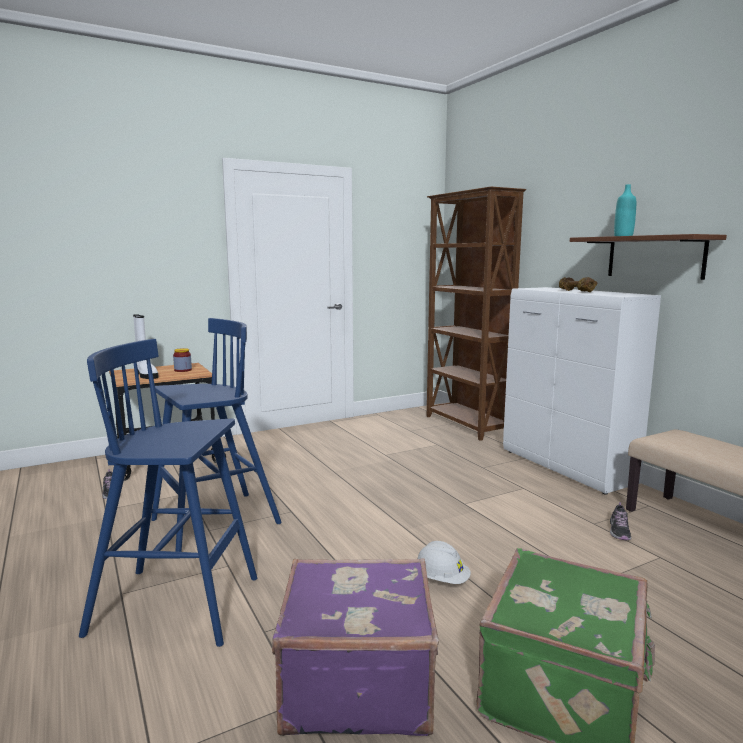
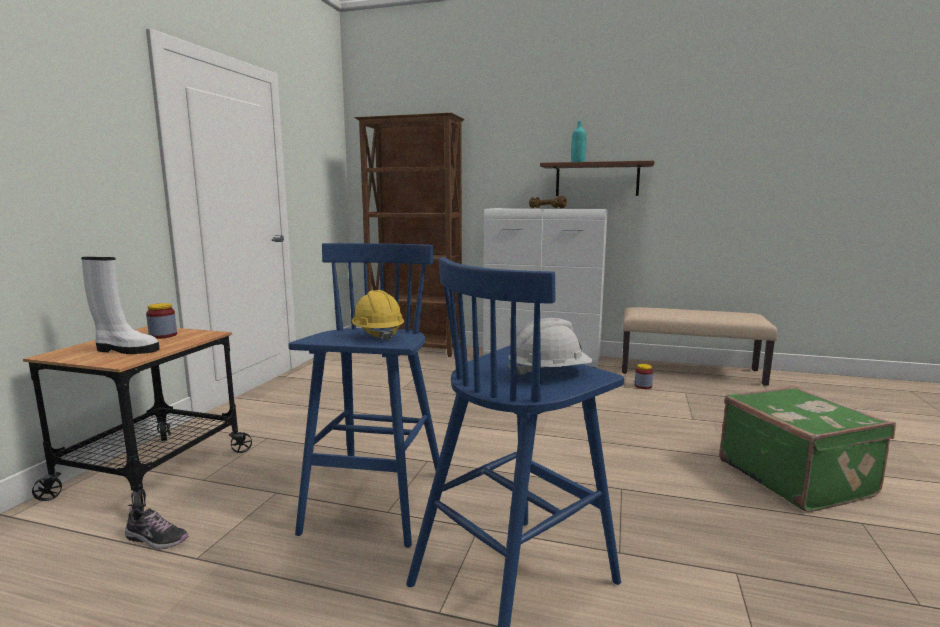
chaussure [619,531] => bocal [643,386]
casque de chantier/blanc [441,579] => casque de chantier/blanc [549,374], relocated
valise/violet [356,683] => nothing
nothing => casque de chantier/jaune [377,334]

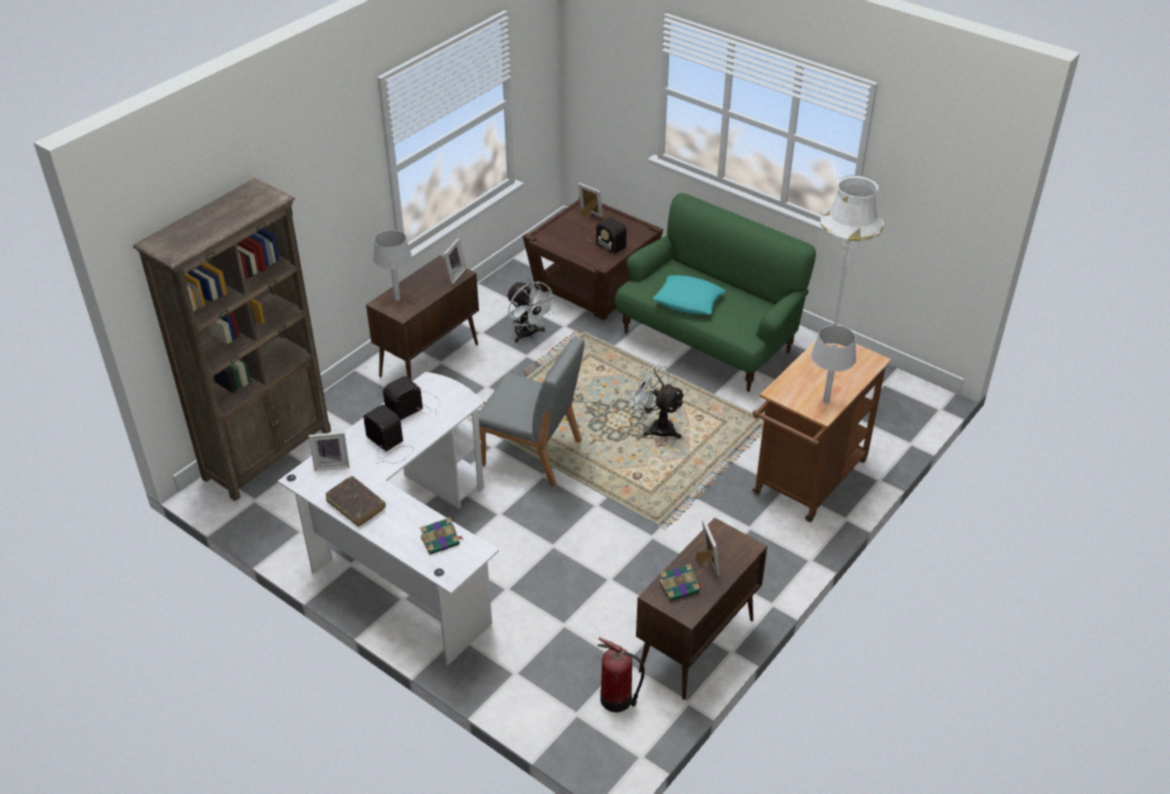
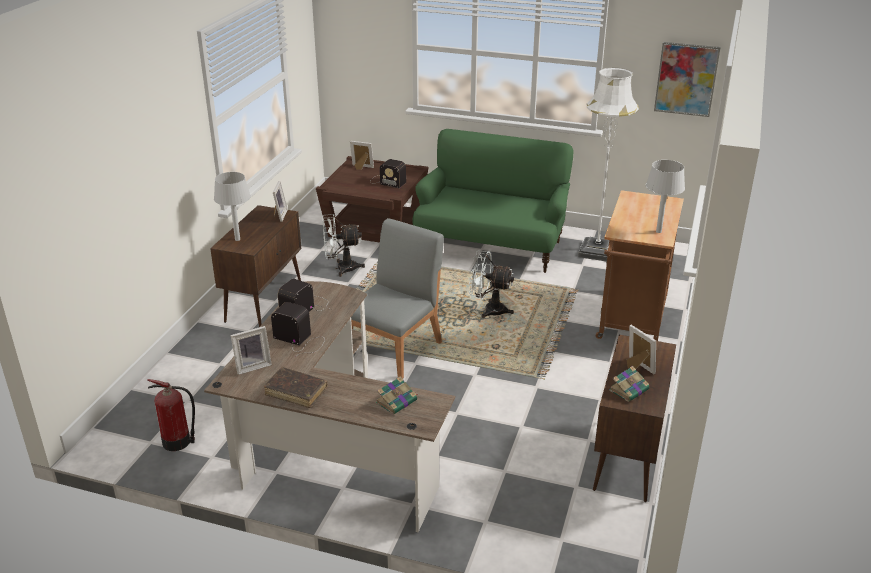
bibliothèque/marron [268,454] => nothing
coussin/turquoise [689,300] => nothing
ventilateur/blanc [528,335] => ventilateur/blanc [341,268], 135 degrees clockwise
chaise/gris [532,454] => chaise/gris [396,350], 60 degrees counterclockwise
bureau/blanc [406,552] => bureau/marron [325,449]
extincteur [618,700] => extincteur [178,442], relocated
nothing => tableau [686,79]

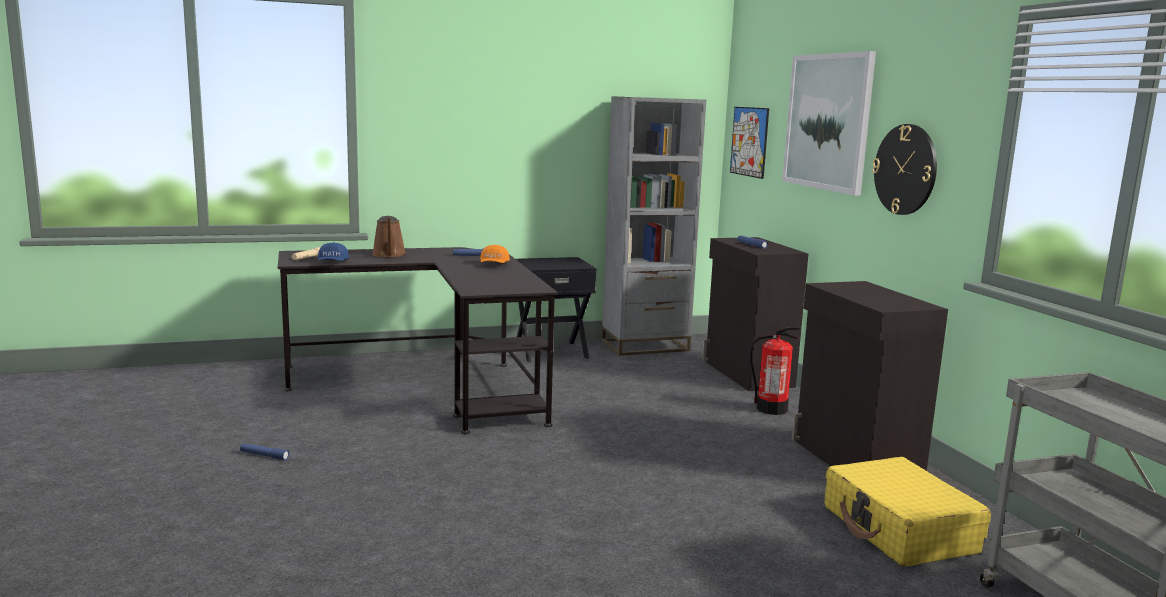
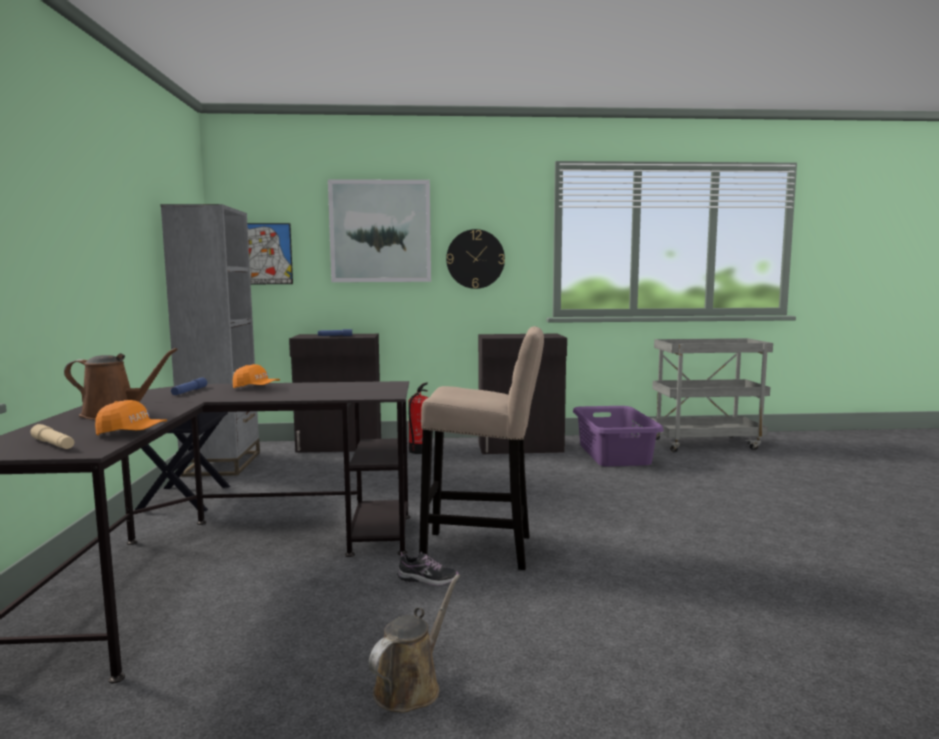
casquette/bleu [332,263] => casquette/orange [132,433]
lampe de poche/bleu [264,456] => arrosoir/marron [411,686]
valise/jaune [900,529] => panier à linge/violet [614,454]
nothing => tabouret/beige [484,550]
nothing => chaussure [427,579]

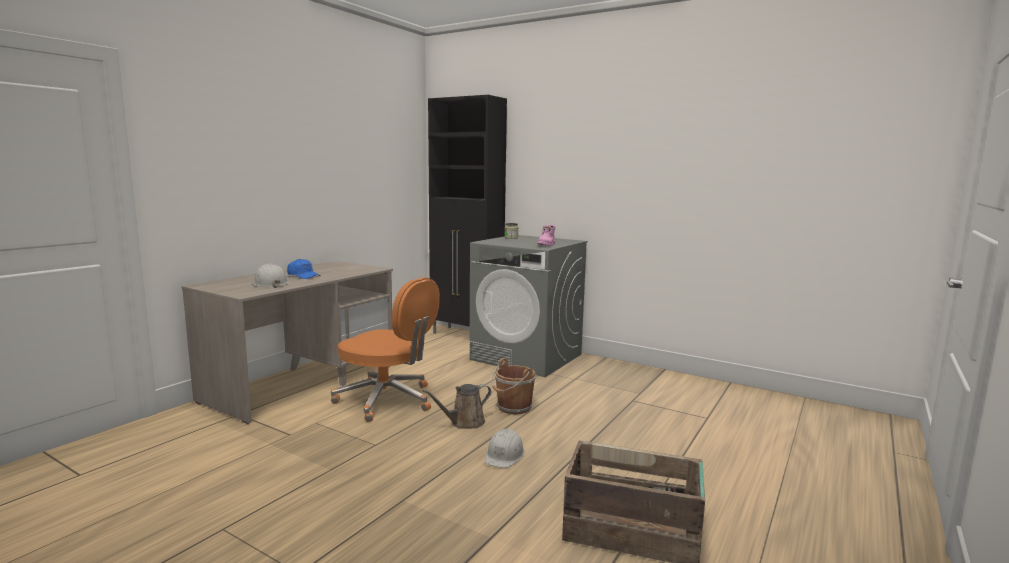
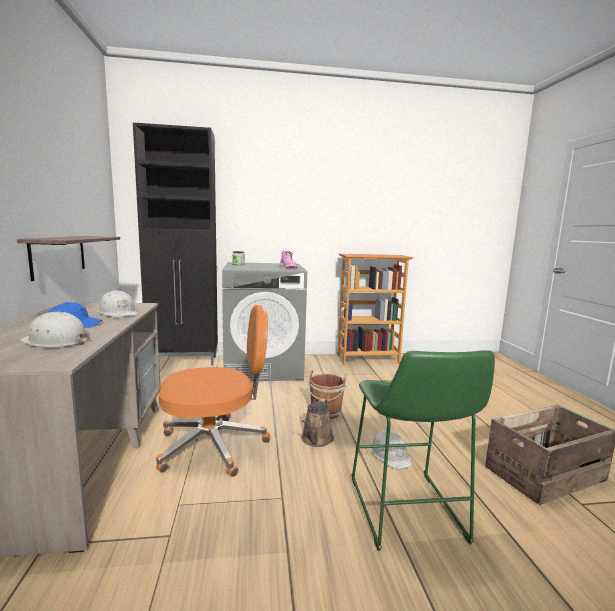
nothing => étagère [59,255]
nothing => bibliothèque [367,359]
nothing => casque de chantier/blanc [118,313]
nothing => tabouret/vert [407,514]

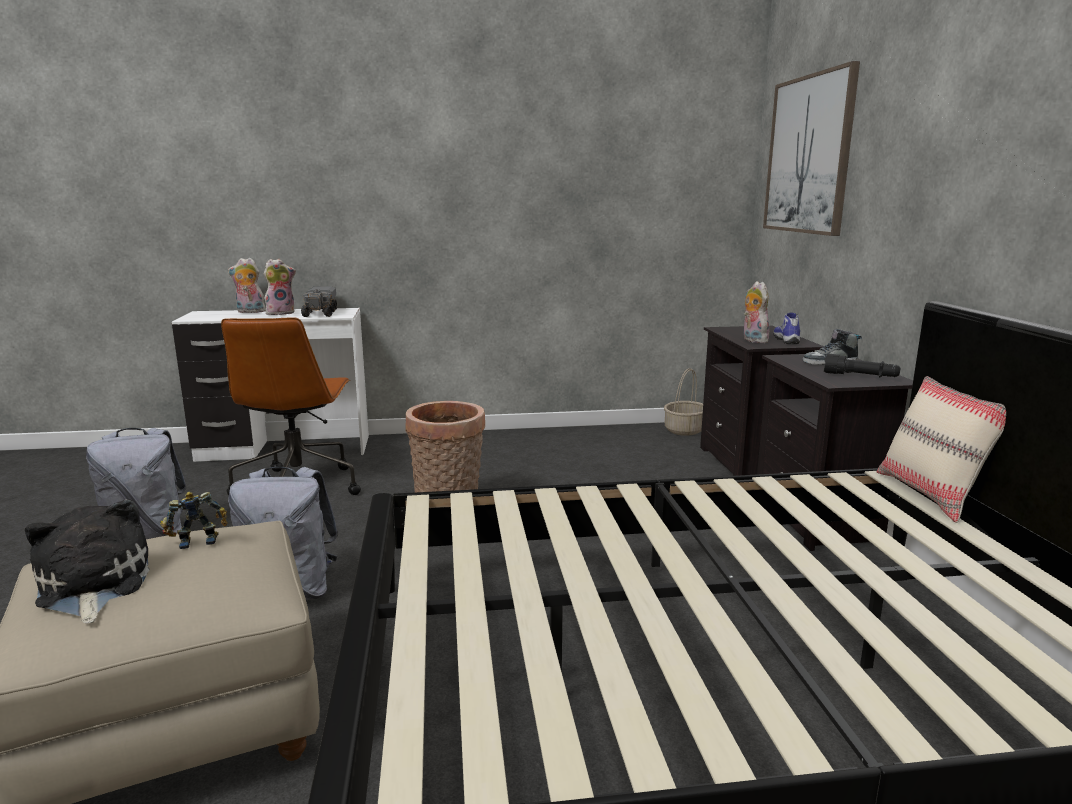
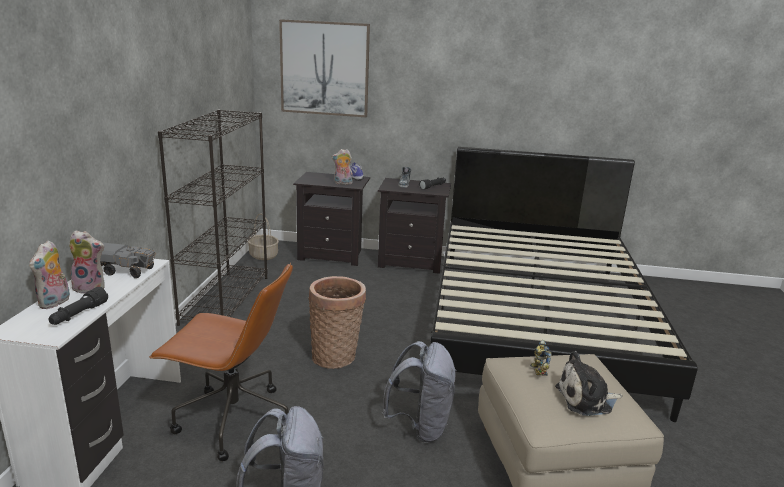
peluche [281,313] => peluche [91,287], 105 degrees clockwise
coussin/beige [932,495] => nothing
nothing => bibliothèque/noir [225,299]
nothing => lampe de poche/noir [78,315]

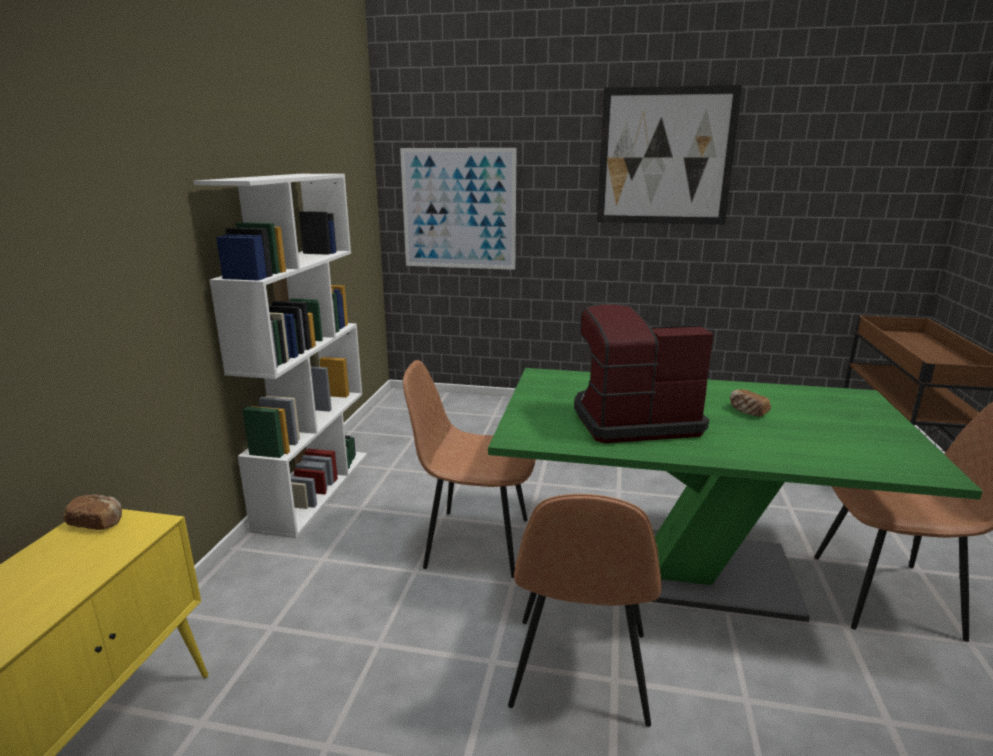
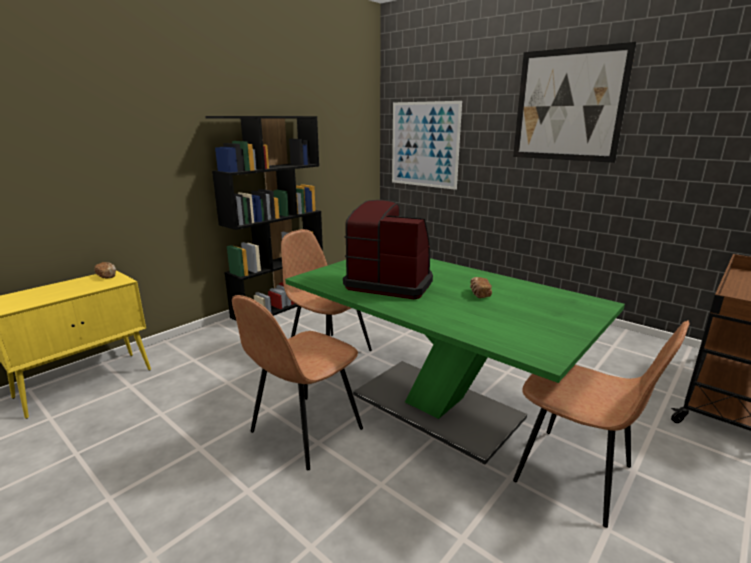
bibliothèque/blanc [314,489] => bibliothèque/noir [280,306]

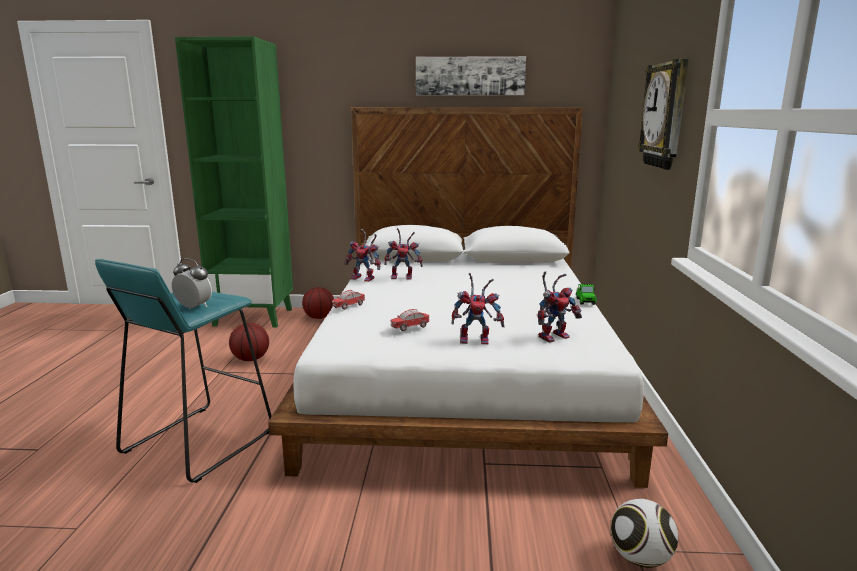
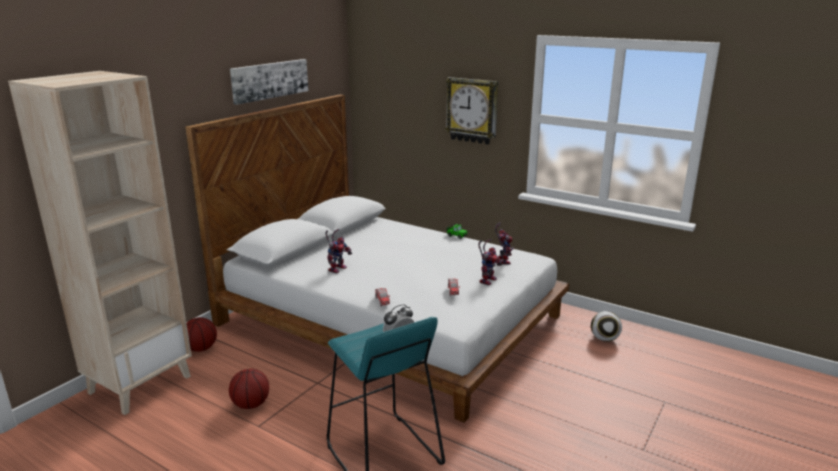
bibliothèque/vert [254,317] => bibliothèque/beige [140,384]
robot jouet [365,278] => nothing

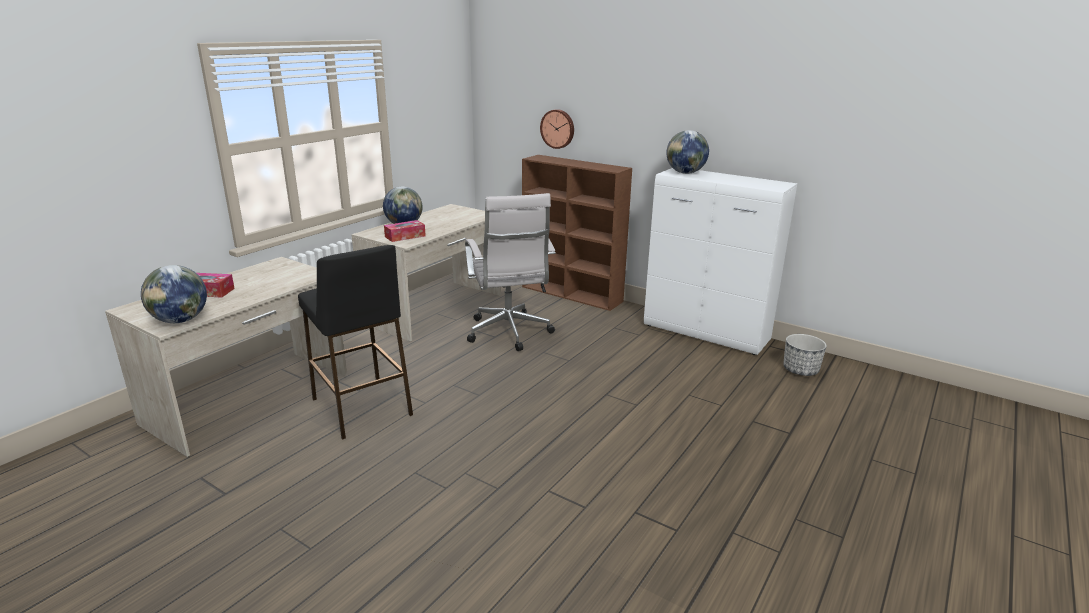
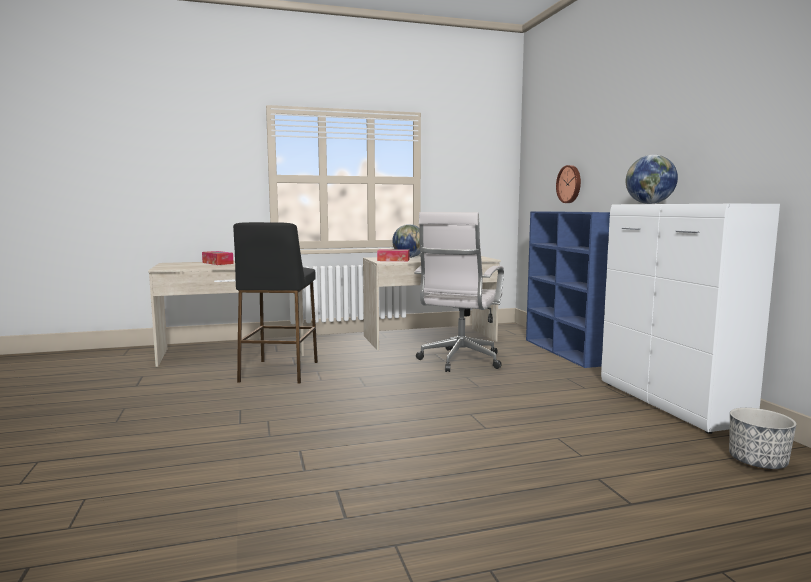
bibliothèque/marron [572,294] => bibliothèque/bleu [566,352]
globe [180,320] => nothing

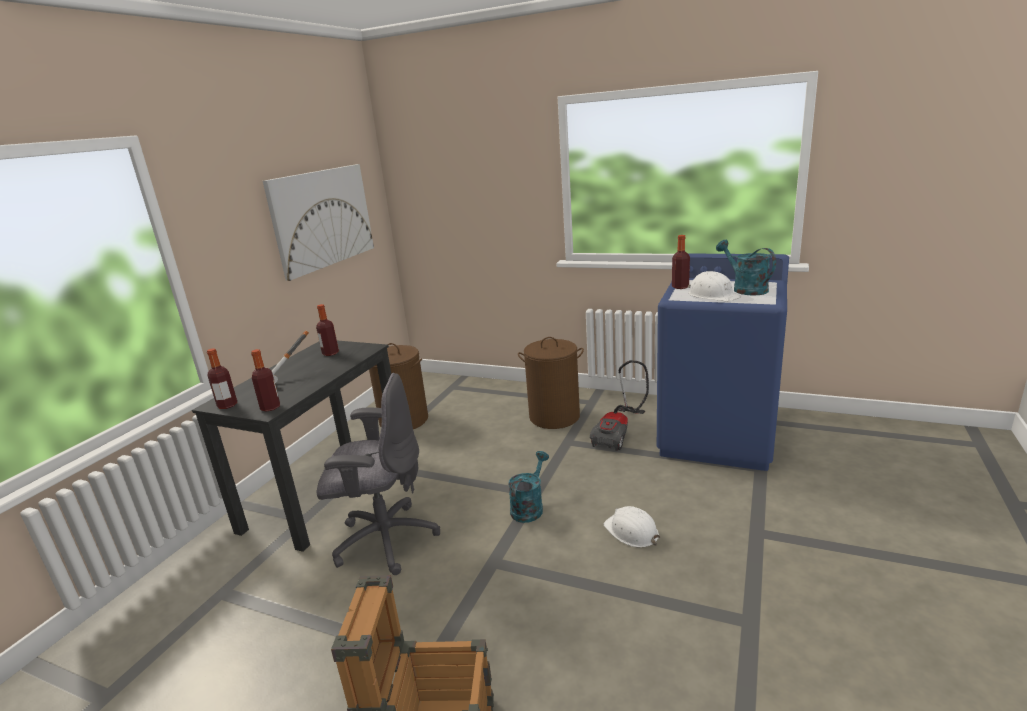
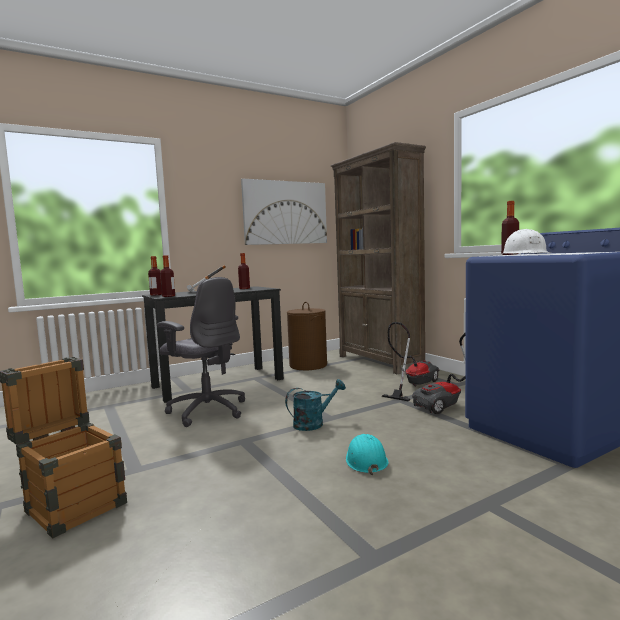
arrosoir/turquoise [745,289] => nothing
panier à linge/marron [555,417] => aspirateur [412,385]
casque de chantier/blanc [631,532] => casque de chantier/turquoise [365,460]
nothing => bibliothèque/marron [380,362]

